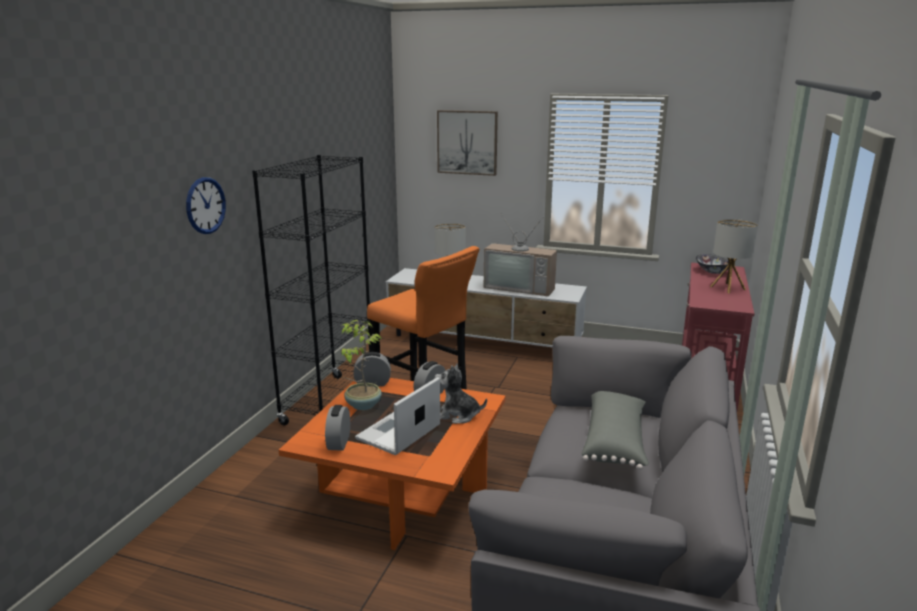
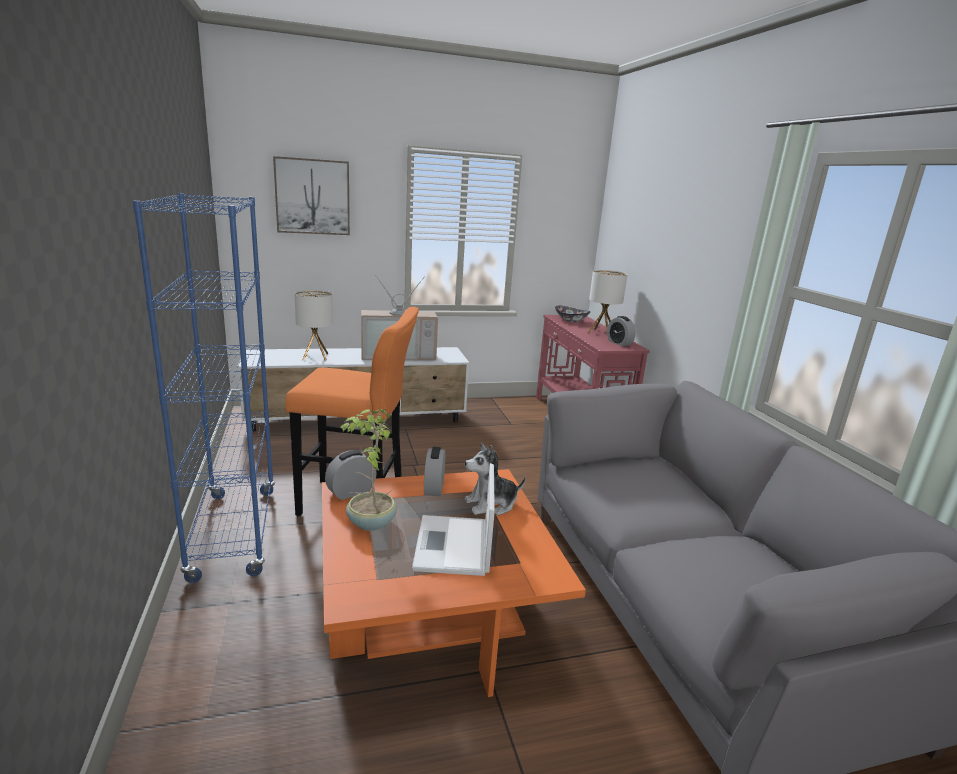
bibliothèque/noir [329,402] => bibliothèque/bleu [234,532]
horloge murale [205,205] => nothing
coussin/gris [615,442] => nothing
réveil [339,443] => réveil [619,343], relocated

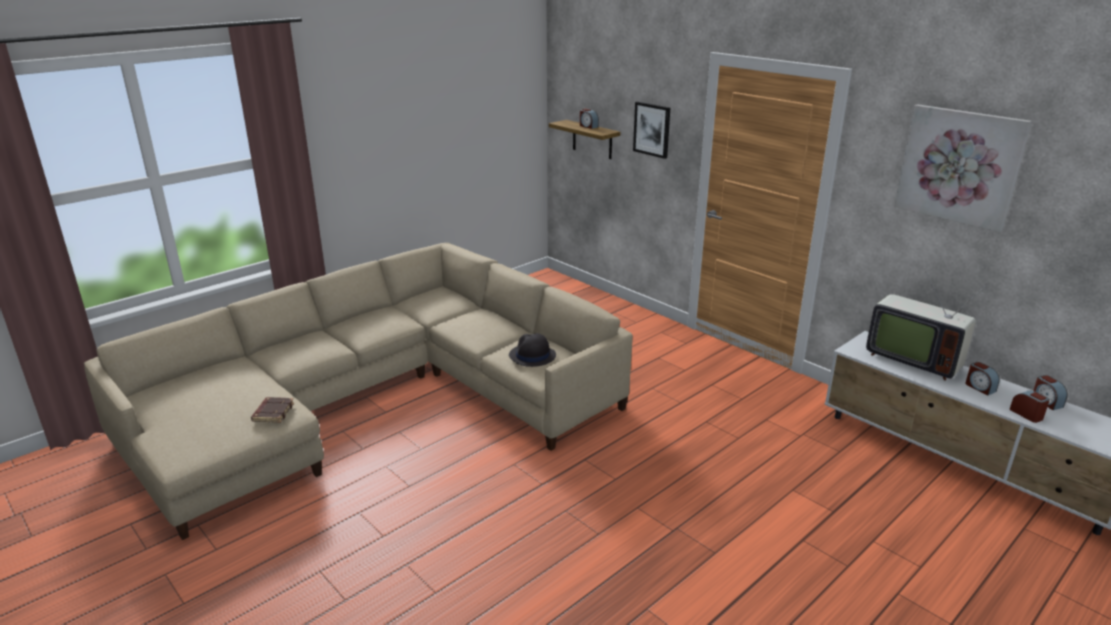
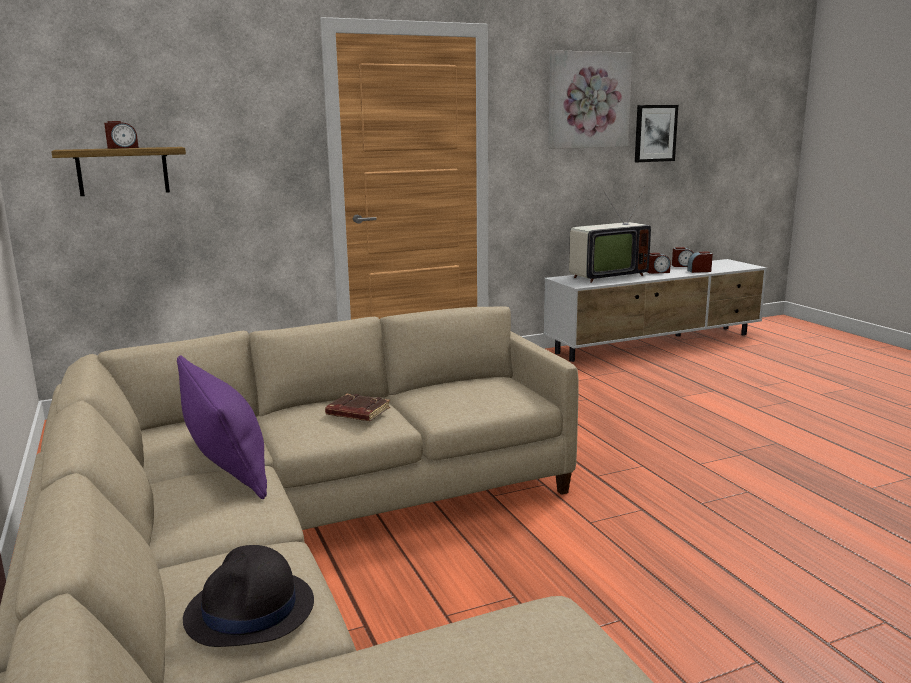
tableau [652,129] => tableau [655,133], relocated
chapeau/noir [532,356] => chapeau/noir [250,611], relocated
livre/marron [273,412] => livre/marron [357,412], relocated
nothing => coussin/violet [226,464]

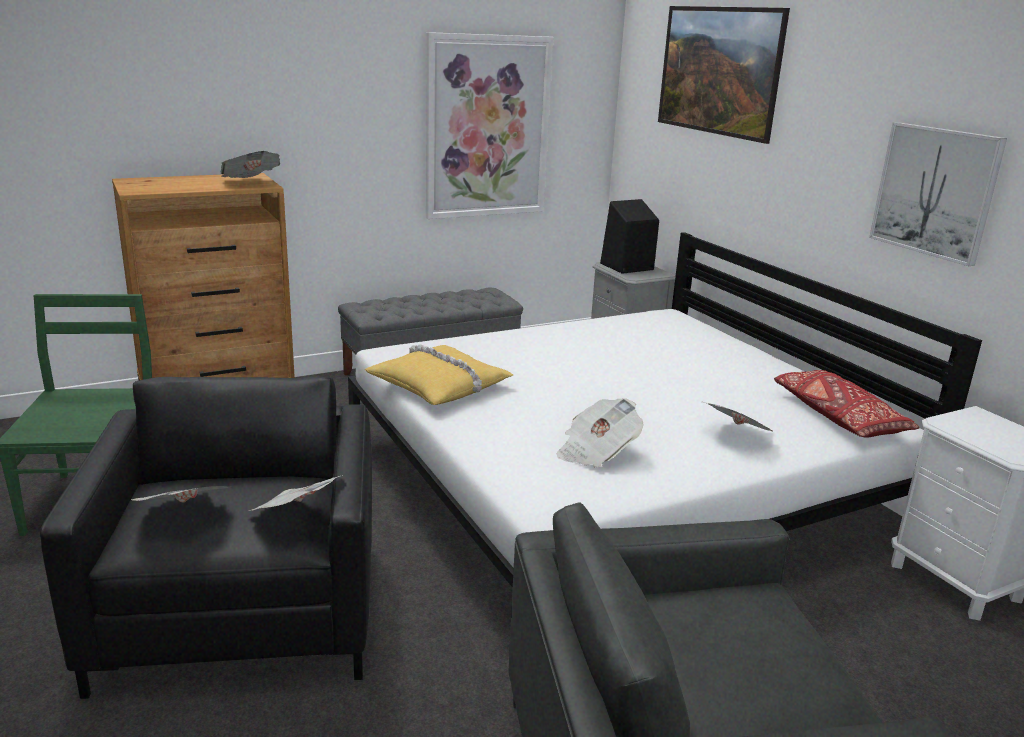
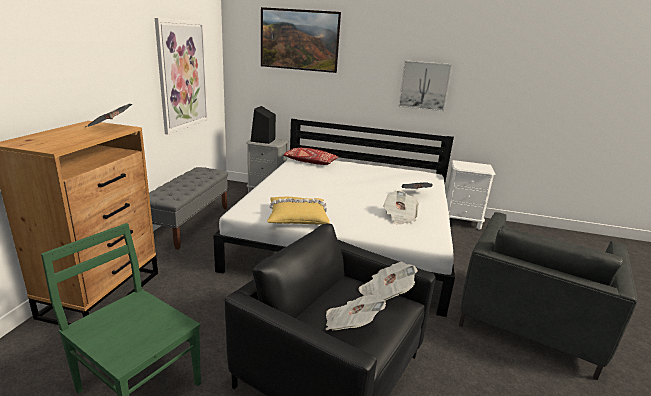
coussin/rouge [838,417] => coussin/rouge [310,162], relocated

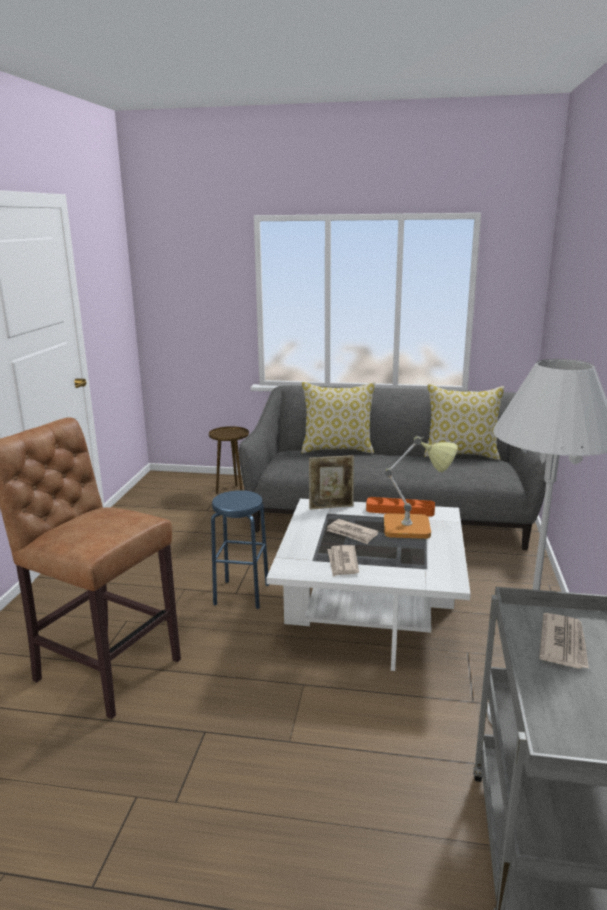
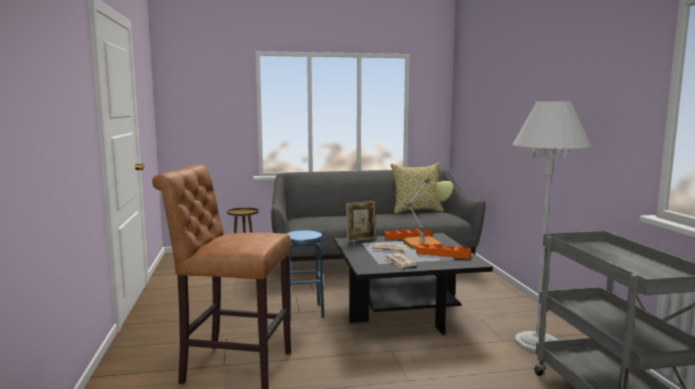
coussin [338,449] => nothing
table basse/blanc [370,615] => table basse/noir [404,310]
journal [564,643] => nothing
nothing => plateau/orange [443,254]

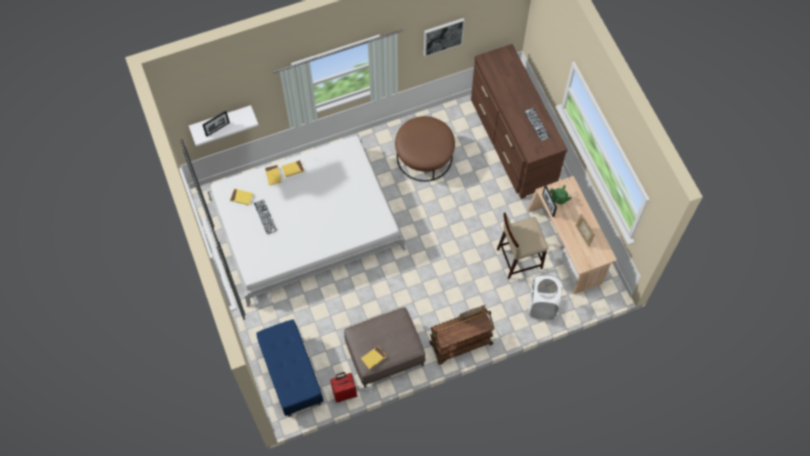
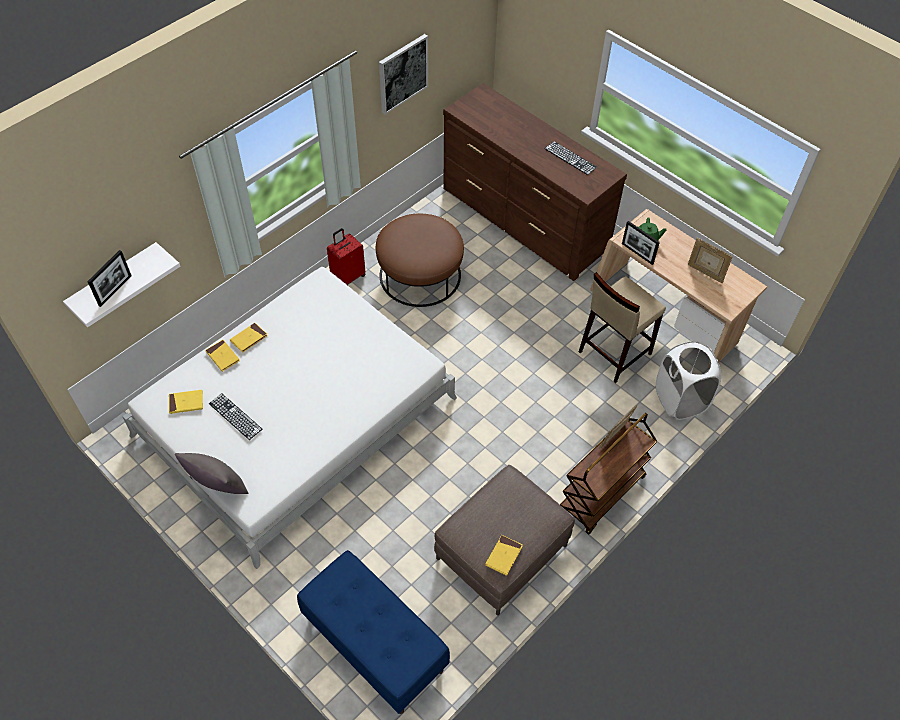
valise/rouge [344,392] => valise/rouge [348,276], relocated
nothing => coussin/gris [218,487]

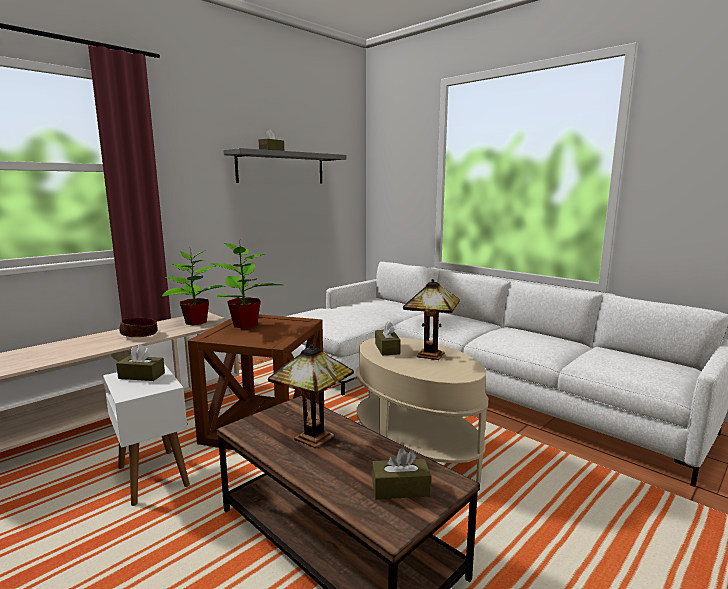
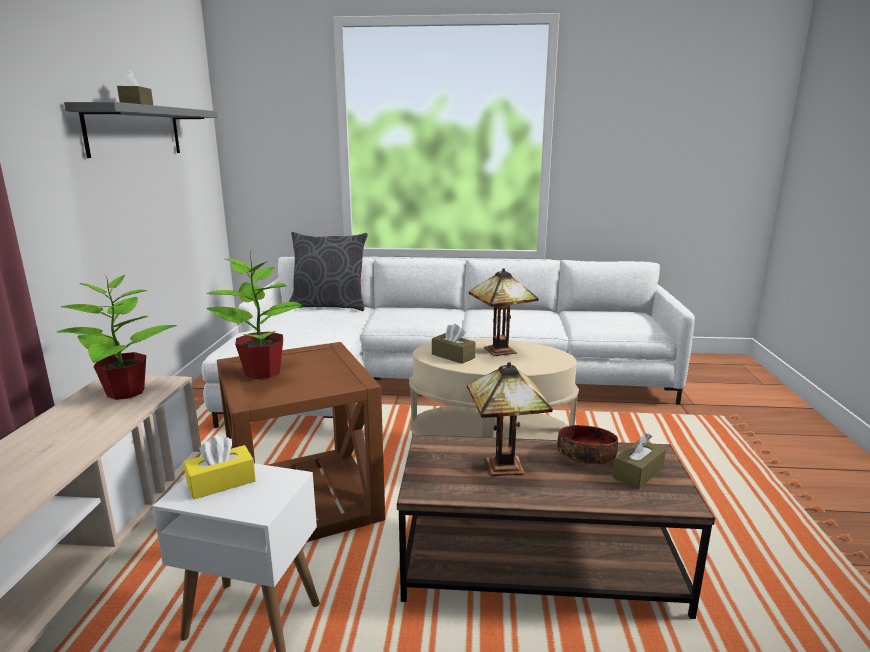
bol [140,335] => bol [586,456], relocated
boîte à mouchoirs/marron [141,376] => boîte à mouchoirs/jaune [221,482]
nothing => coussin/gris [329,306]

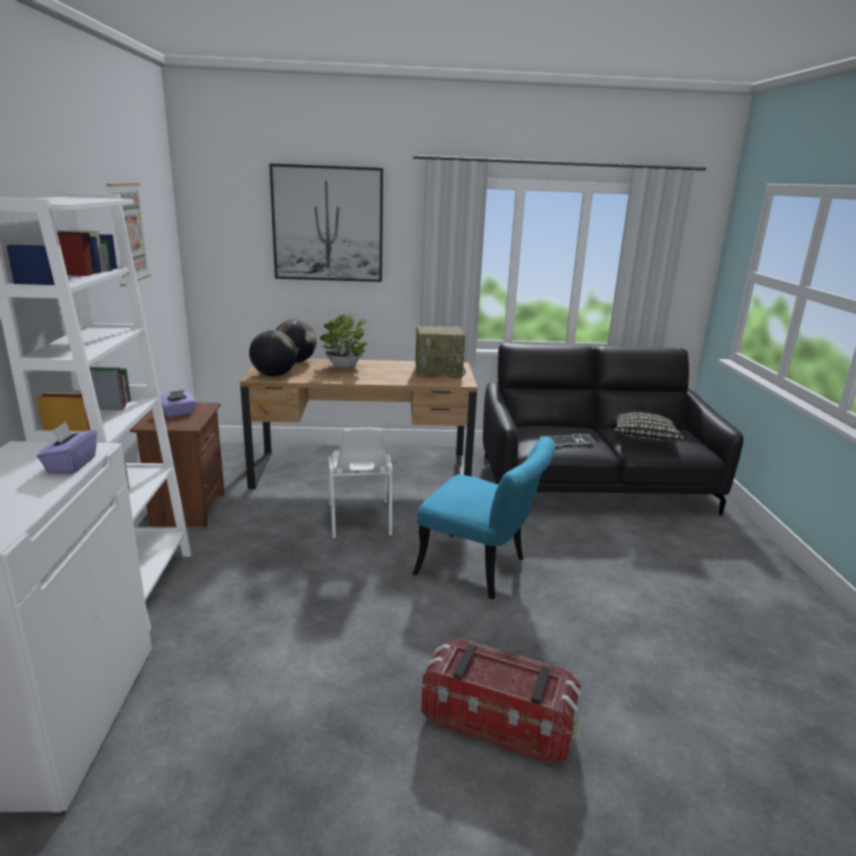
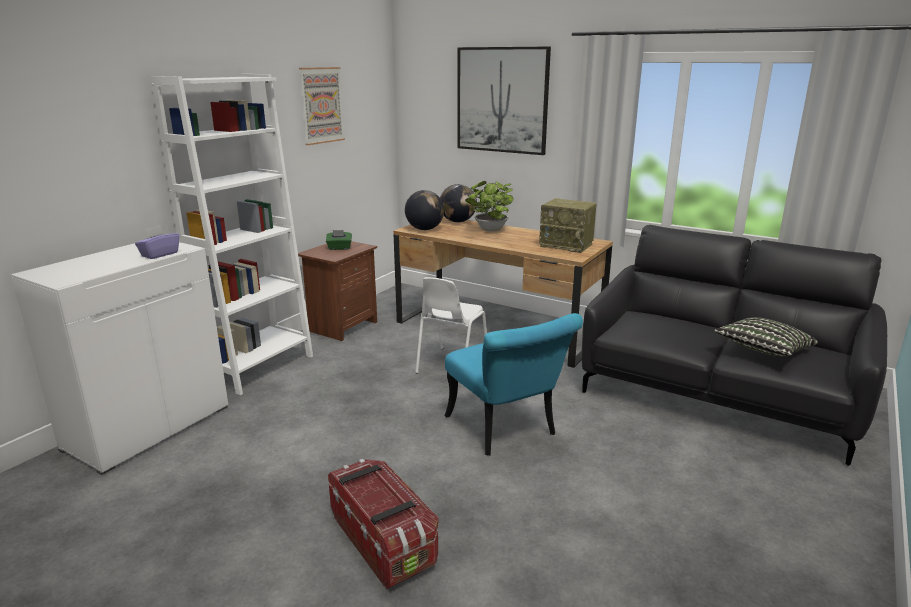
boîte à mouchoirs/violet [178,413] => boîte à mouchoirs/vert [339,248]
clavier [567,441] => nothing

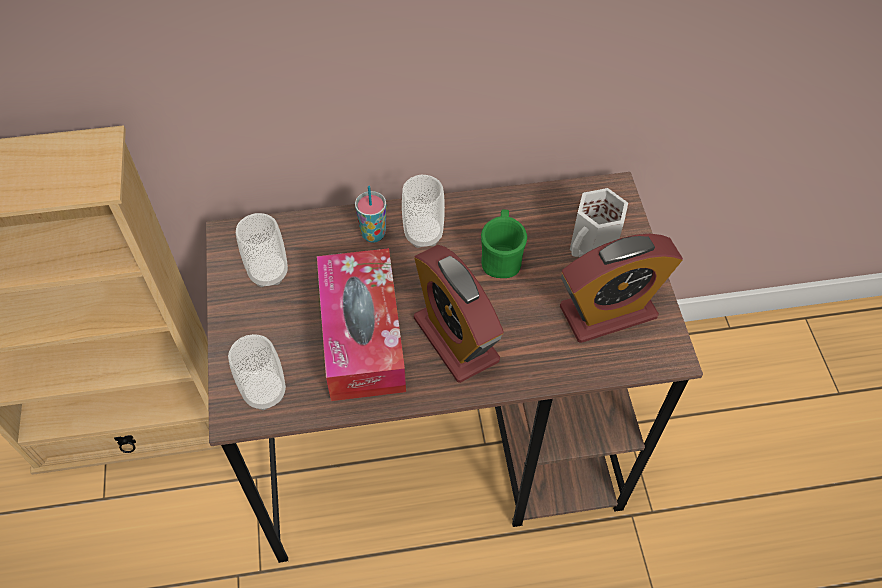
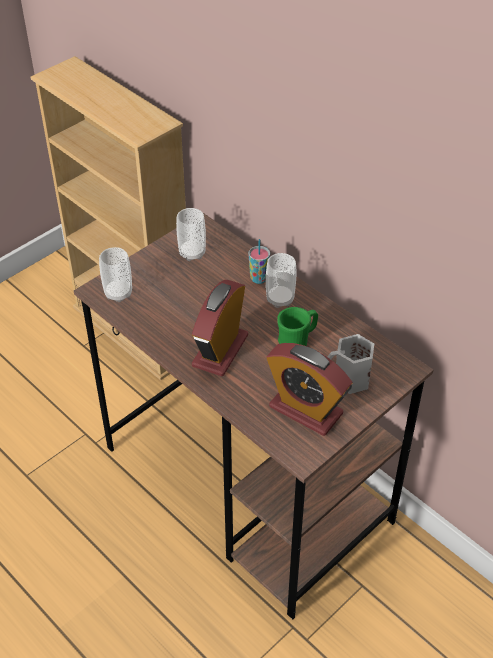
boîte à mouchoirs [362,335] => nothing

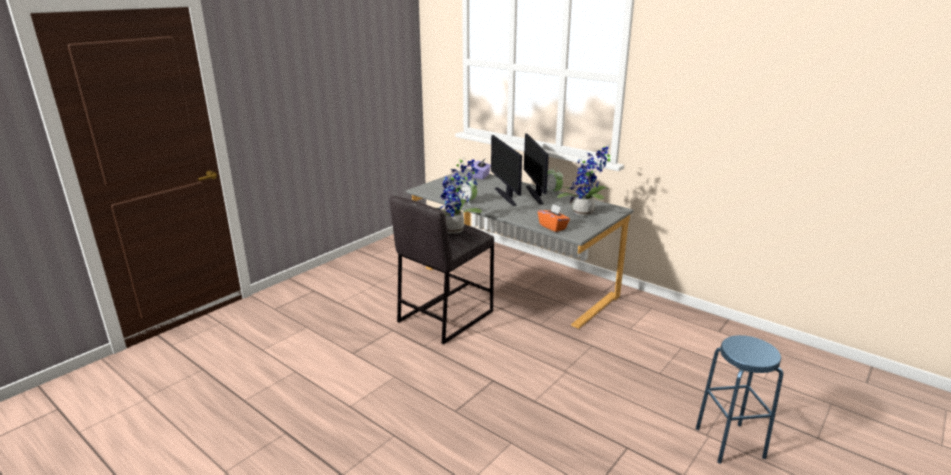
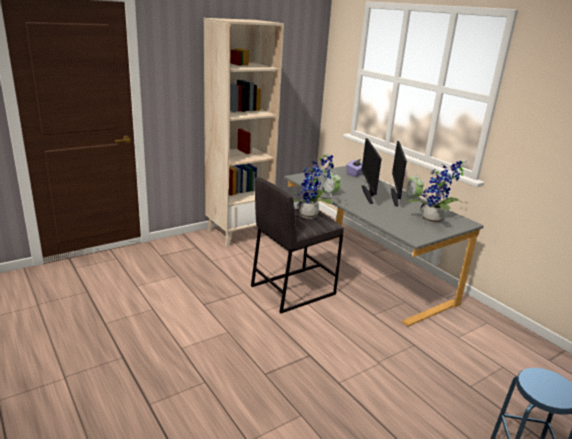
boîte à mouchoirs/orange [553,227] => nothing
nothing => bibliothèque/beige [239,233]

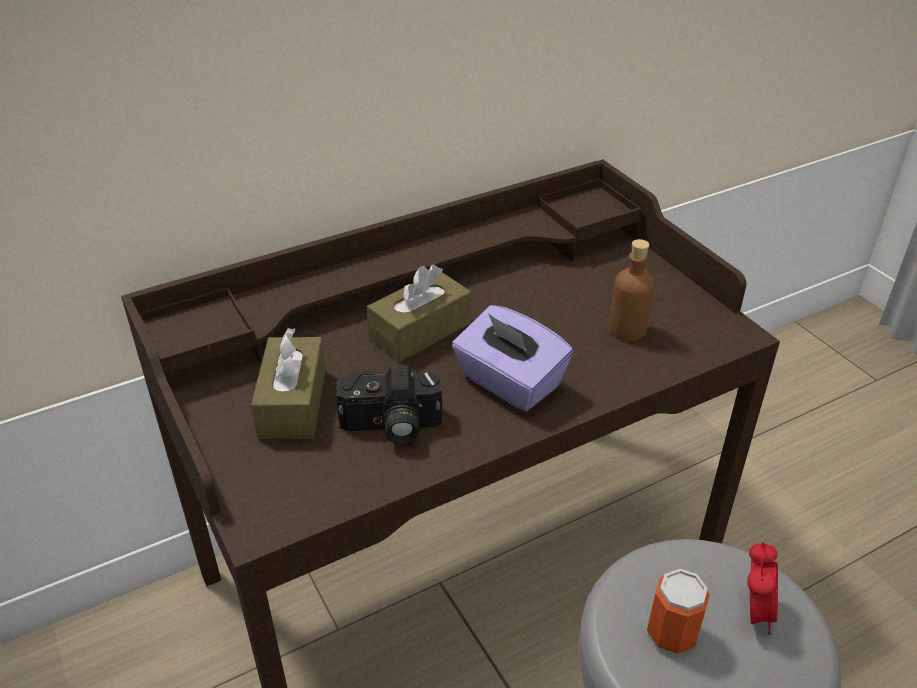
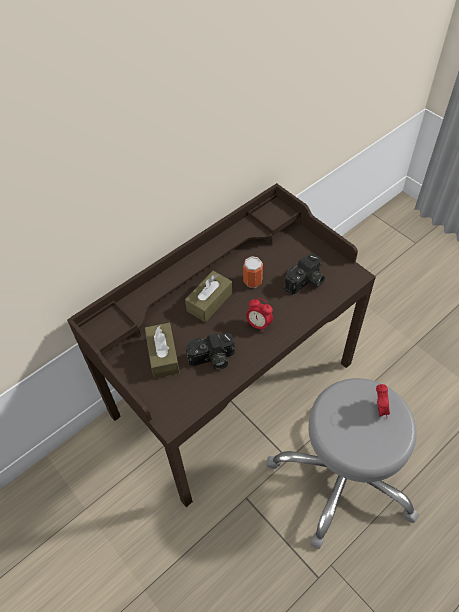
bouteille/marron [627,329] => appareil photo [306,282]
boîte à mouchoirs/violet [509,383] => réveil [258,324]
boîte métallique [672,634] => boîte métallique [252,281], relocated

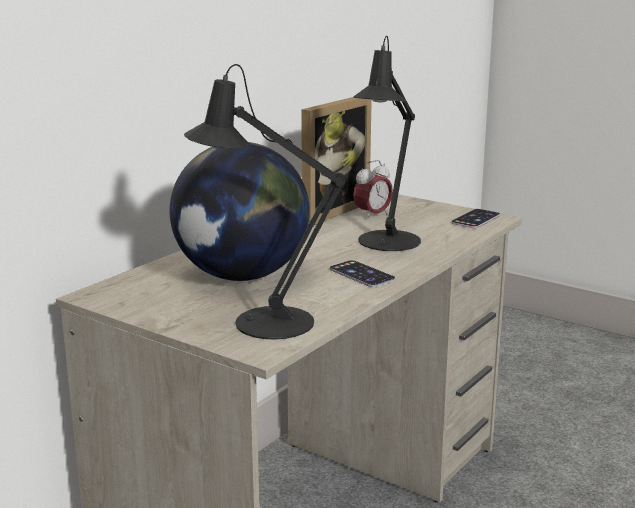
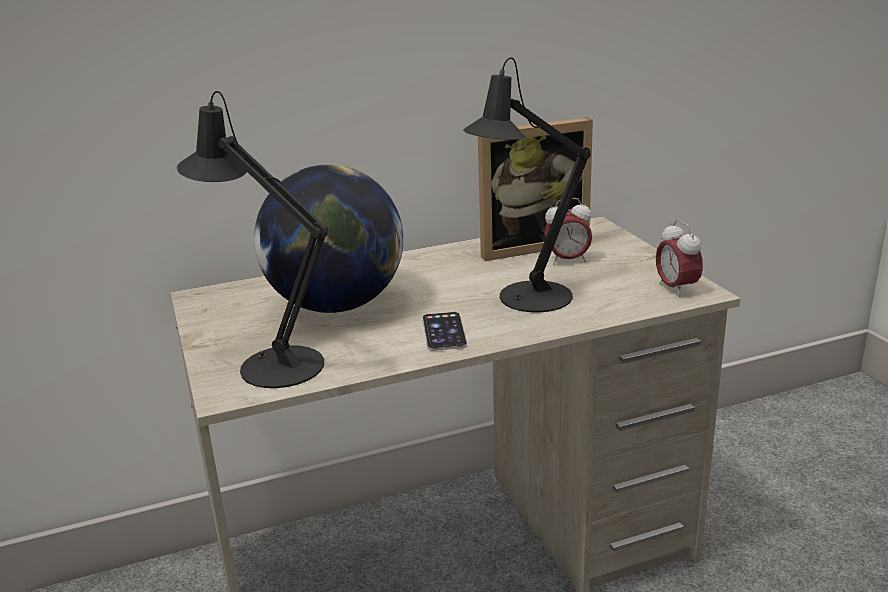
téléphone [475,219] => réveil [676,289]

